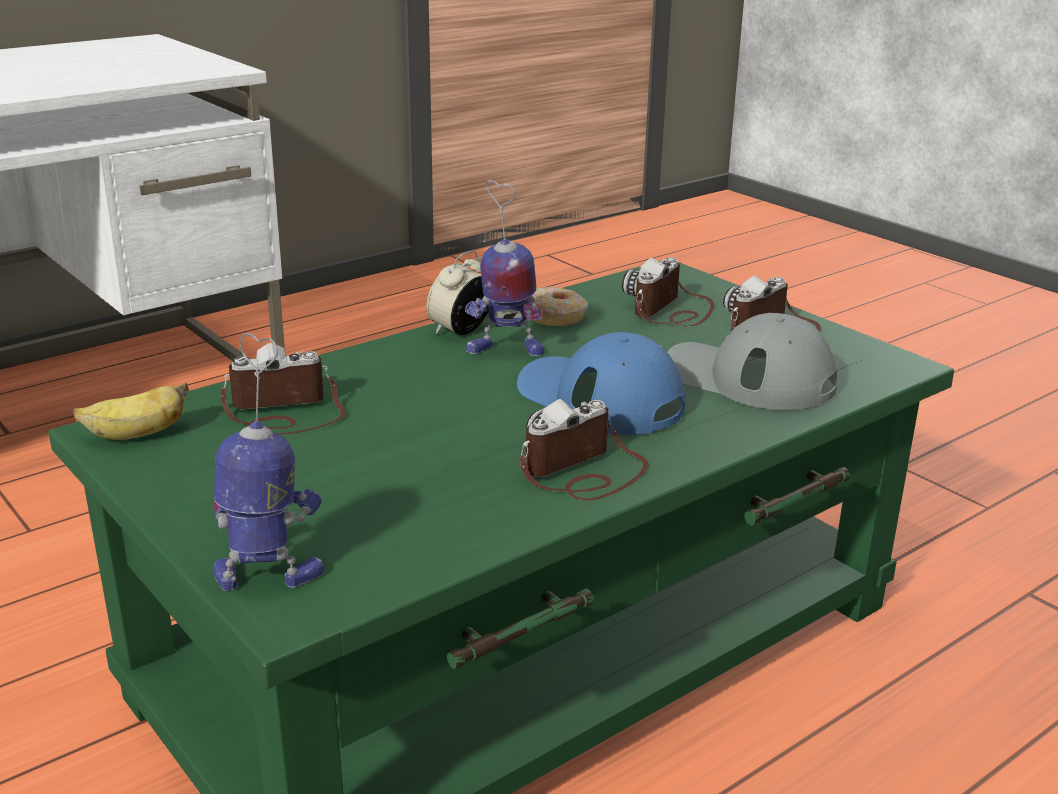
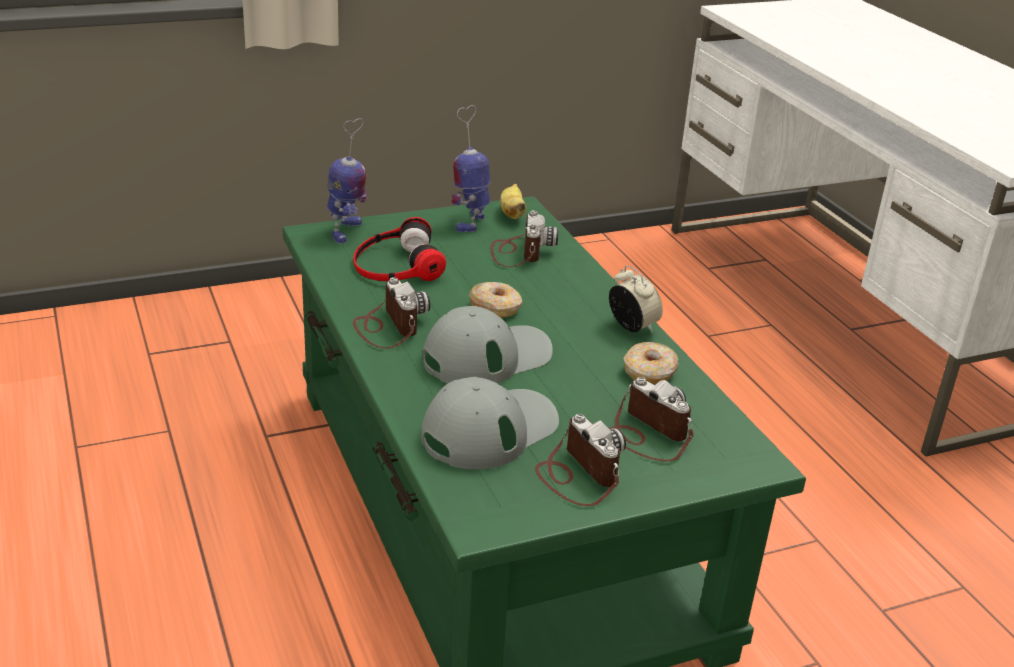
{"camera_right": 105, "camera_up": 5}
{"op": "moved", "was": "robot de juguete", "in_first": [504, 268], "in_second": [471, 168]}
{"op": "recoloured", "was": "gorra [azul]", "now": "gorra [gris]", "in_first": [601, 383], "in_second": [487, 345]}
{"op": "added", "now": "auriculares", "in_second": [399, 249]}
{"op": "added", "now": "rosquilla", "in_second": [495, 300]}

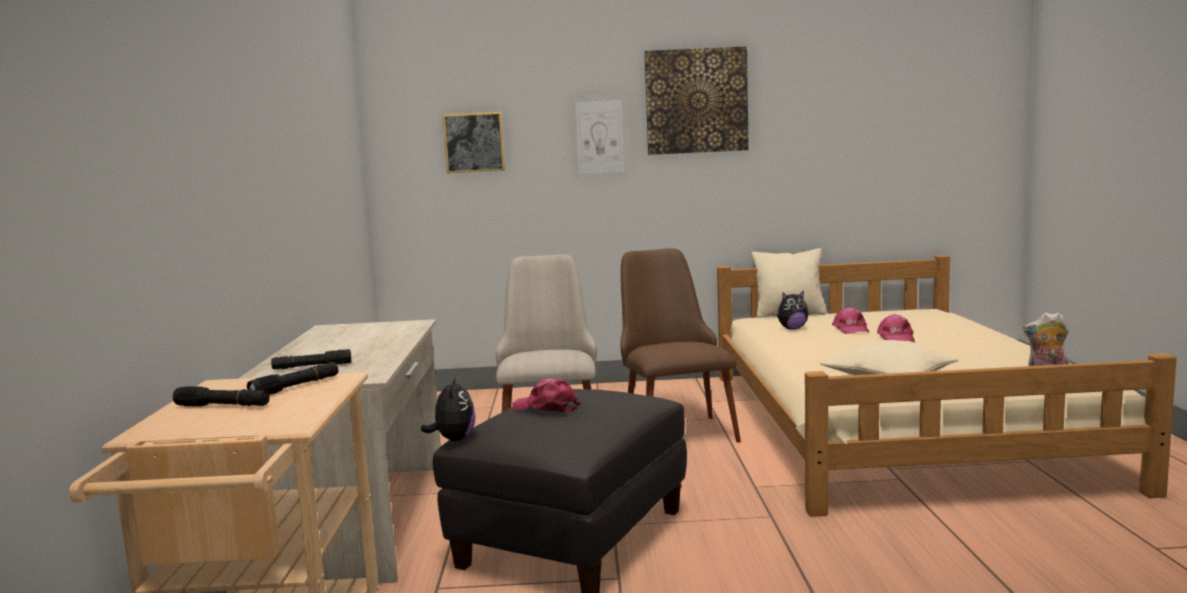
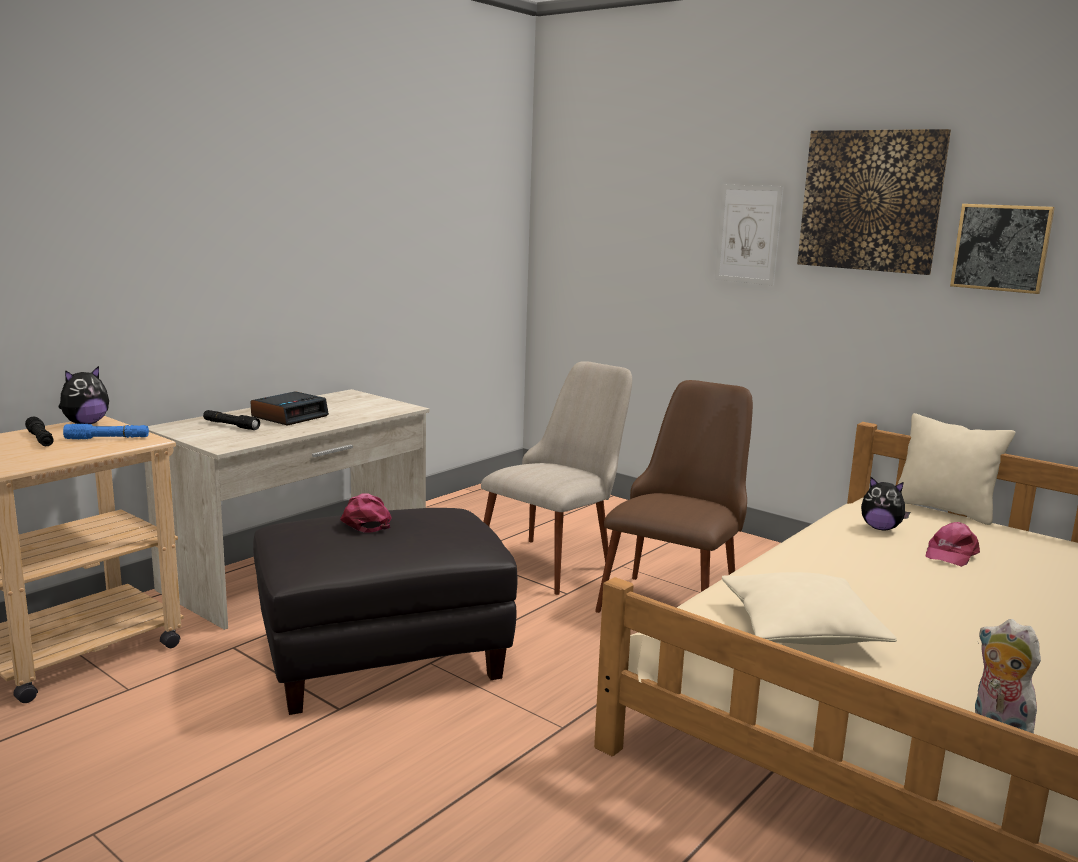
{"camera_right": 40, "camera_up": 5}
{"op": "moved", "was": "cuadro", "in_first": [474, 142], "in_second": [1002, 249]}
{"op": "removed", "was": "gorra [rosa]", "in_first": [896, 328]}
{"op": "recoloured", "was": "linterna [negro]", "now": "linterna [azul]", "in_first": [292, 378], "in_second": [106, 431]}
{"op": "moved", "was": "peluche", "in_first": [448, 408], "in_second": [83, 395]}
{"op": "added", "now": "despertador", "in_second": [290, 408]}

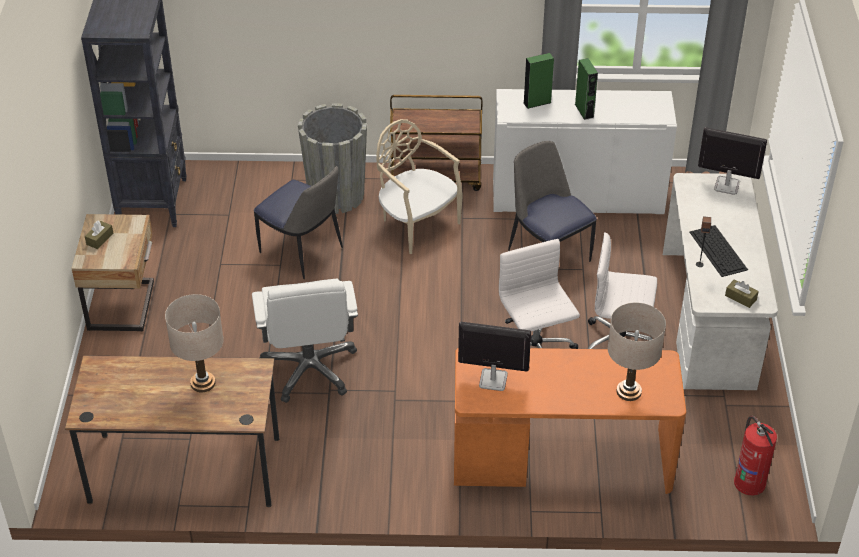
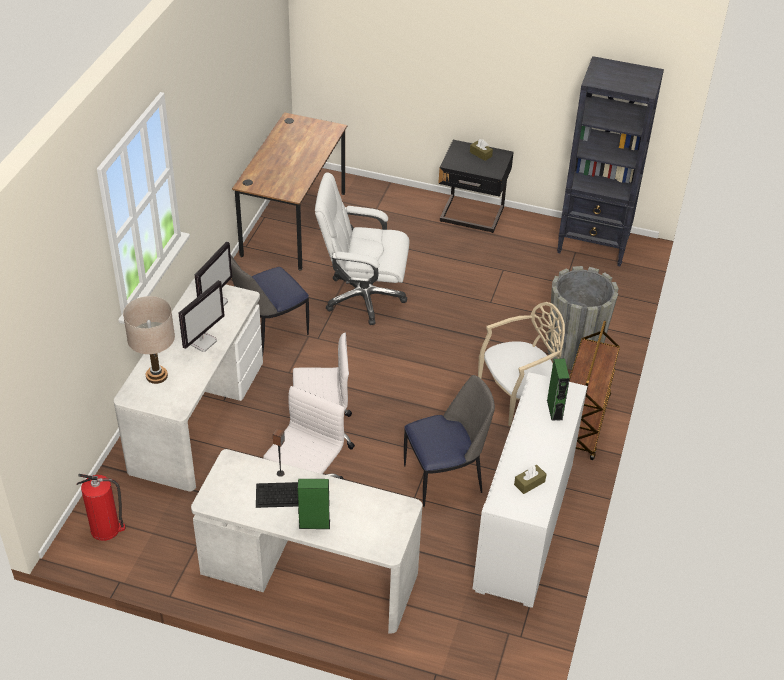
{"camera_right": 105, "camera_up": 0}
{"op": "moved", "was": "altavoz [verde]", "in_first": [586, 89], "in_second": [313, 504]}
{"op": "moved", "was": "monitor", "in_first": [732, 161], "in_second": [201, 316]}
{"op": "moved", "was": "silla", "in_first": [298, 222], "in_second": [270, 304]}
{"op": "recoloured", "was": "mesita de noche [beis]", "now": "mesita de noche [negro]", "in_first": [112, 273], "in_second": [476, 186]}
{"op": "moved", "was": "caja de pañuelos [marrón]", "in_first": [742, 293], "in_second": [530, 479]}
{"op": "removed", "was": "lámpara de mesa [beis]", "in_first": [194, 343]}
{"op": "recoloured", "was": "escritorio [naranja]", "now": "escritorio [blanco]", "in_first": [570, 421], "in_second": [188, 385]}

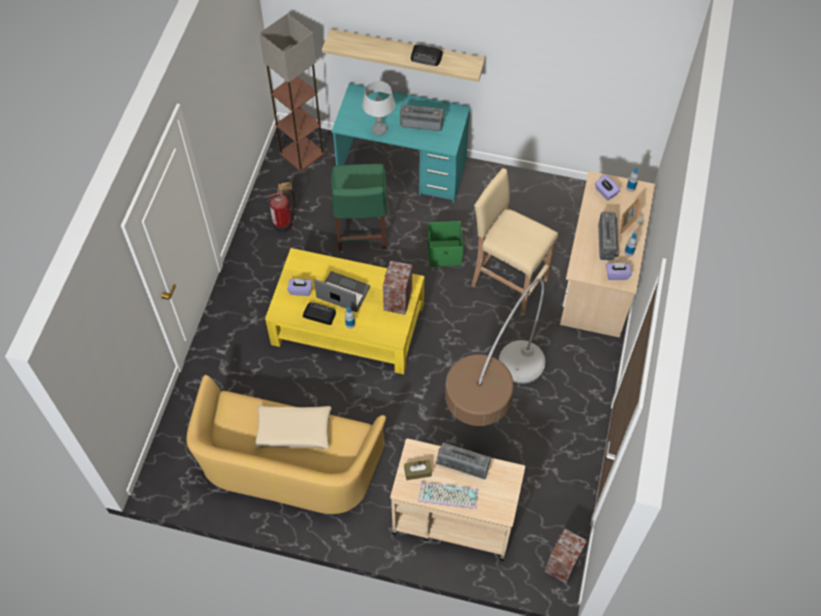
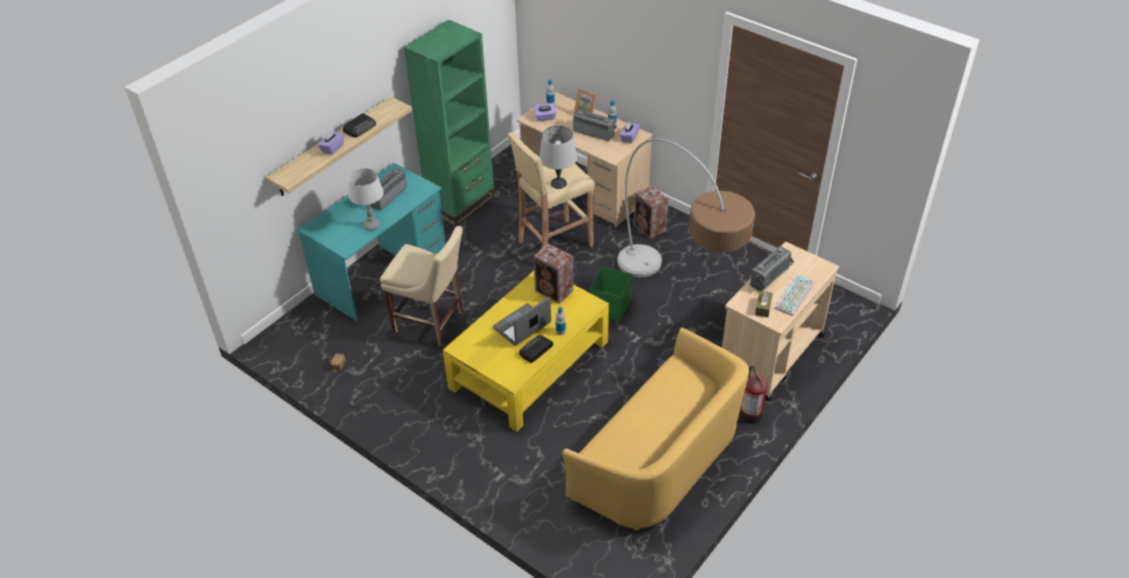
{"camera_right": -65, "camera_up": -15}
{"op": "removed", "was": "lámpara de pie", "in_first": [292, 92]}
{"op": "recoloured", "was": "silla [verde]", "now": "silla [beis]", "in_first": [359, 207], "in_second": [421, 286]}
{"op": "moved", "was": "extintor", "in_first": [281, 211], "in_second": [753, 395]}
{"op": "moved", "was": "caja de almacenaje [verde]", "in_first": [445, 244], "in_second": [611, 294]}
{"op": "moved", "was": "caja de pañuelos [morado]", "in_first": [299, 287], "in_second": [331, 142]}
{"op": "removed", "was": "cojín [beis]", "in_first": [293, 427]}
{"op": "moved", "was": "altavoz", "in_first": [566, 556], "in_second": [651, 212]}
{"op": "added", "now": "estantería [verde]", "in_second": [449, 122]}
{"op": "added", "now": "lámpara de mesa [gris]", "in_second": [558, 157]}

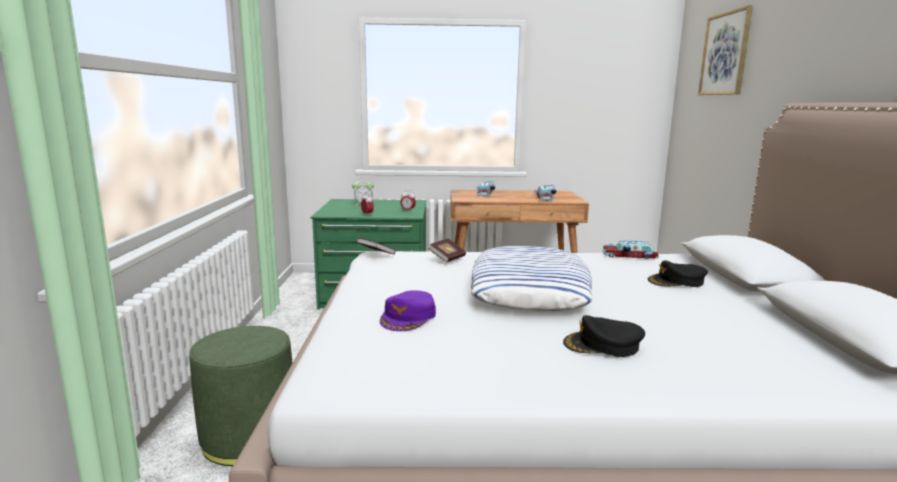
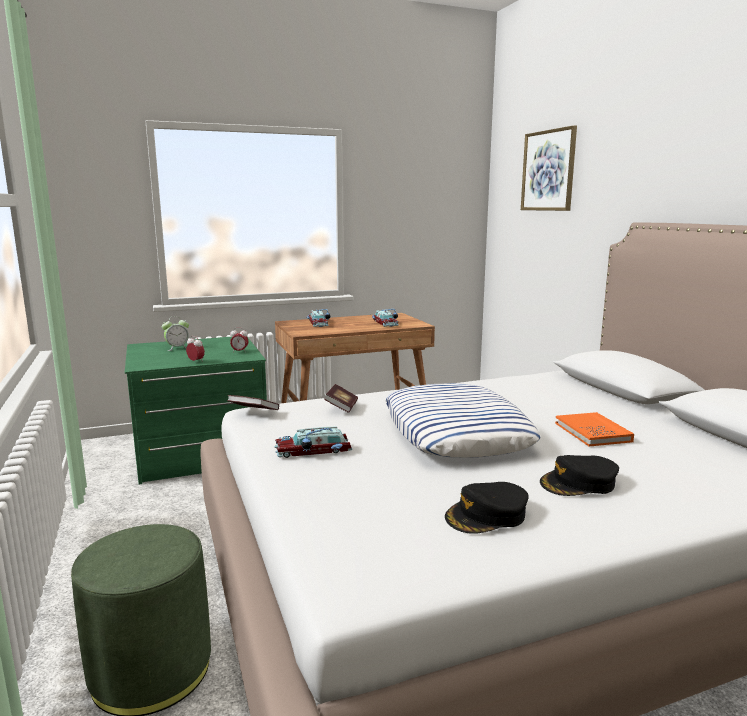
{"camera_right": -20, "camera_up": 0}
{"op": "moved", "was": "coche de juguete", "in_first": [630, 249], "in_second": [314, 442]}
{"op": "moved", "was": "gorra [negro]", "in_first": [678, 273], "in_second": [487, 508]}
{"op": "removed", "was": "gorra [morado]", "in_first": [408, 310]}
{"op": "added", "now": "libro [naranja]", "in_second": [594, 429]}

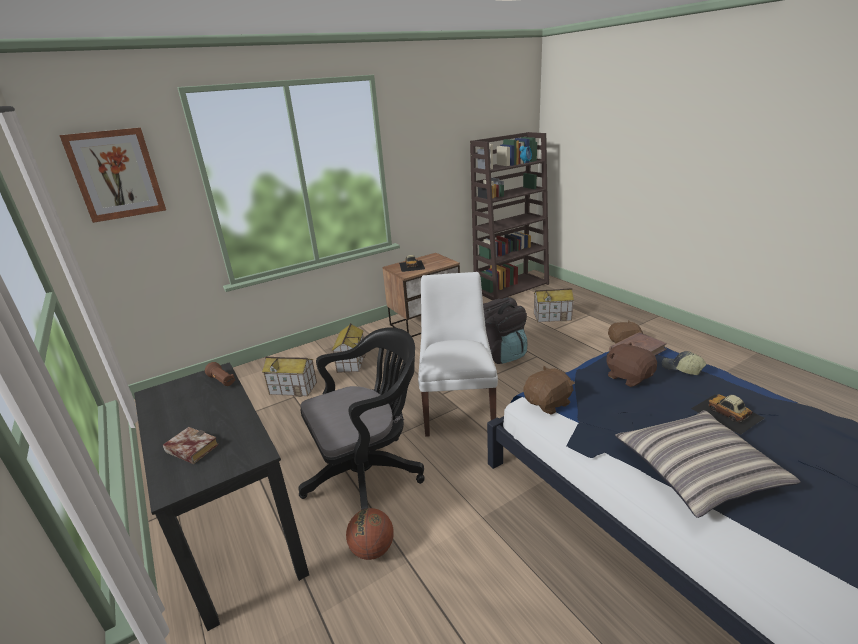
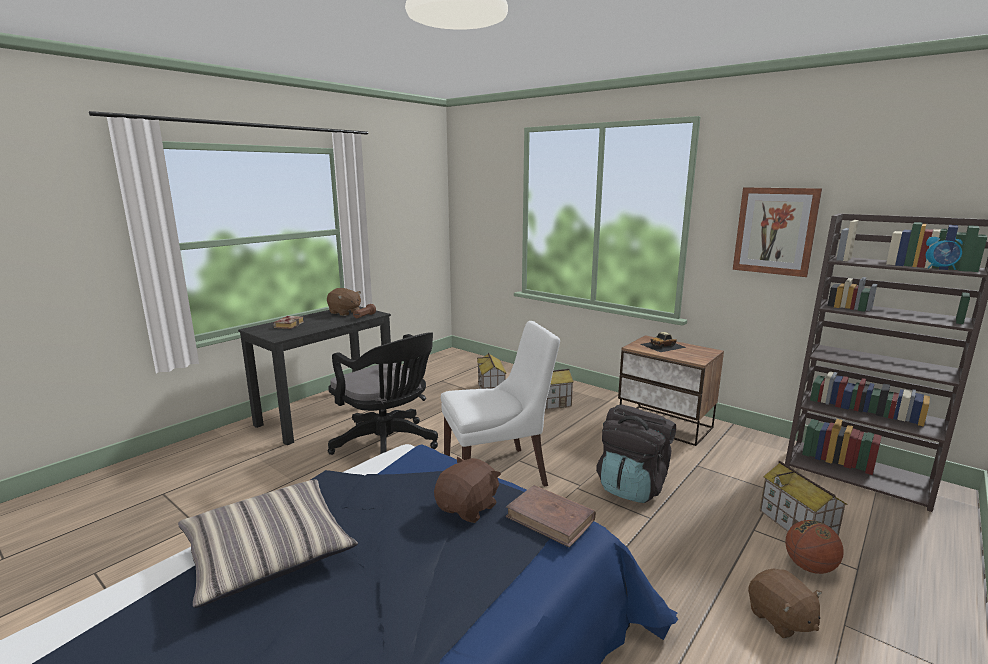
{"camera_right": 70, "camera_up": -10}
{"op": "moved", "was": "cuadro", "in_first": [112, 175], "in_second": [777, 232]}
{"op": "removed", "was": "gorra", "in_first": [684, 363]}
{"op": "moved", "was": "peluche [marrón]", "in_first": [549, 390], "in_second": [344, 302]}
{"op": "removed", "was": "coche de juguete", "in_first": [727, 414]}
{"op": "moved", "was": "balón de baloncesto", "in_first": [370, 534], "in_second": [814, 547]}

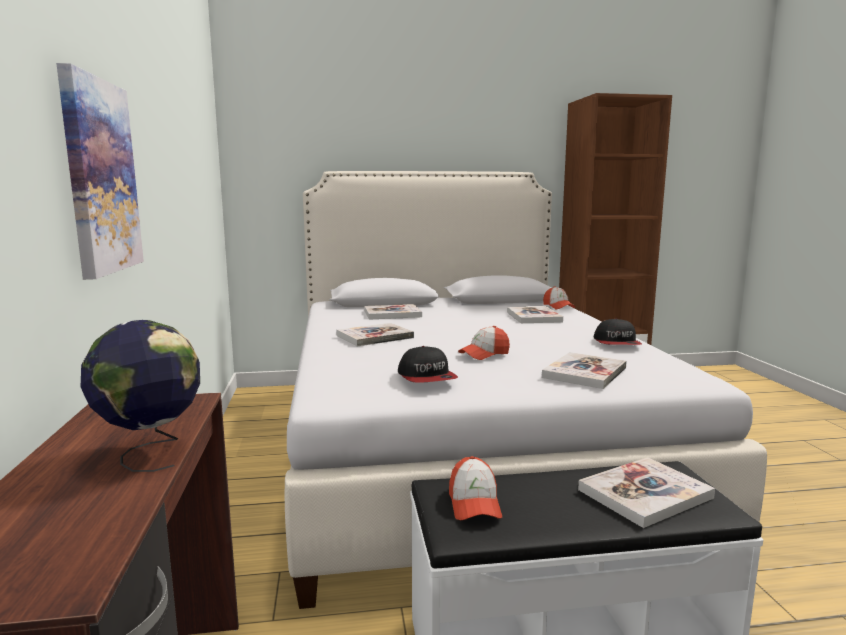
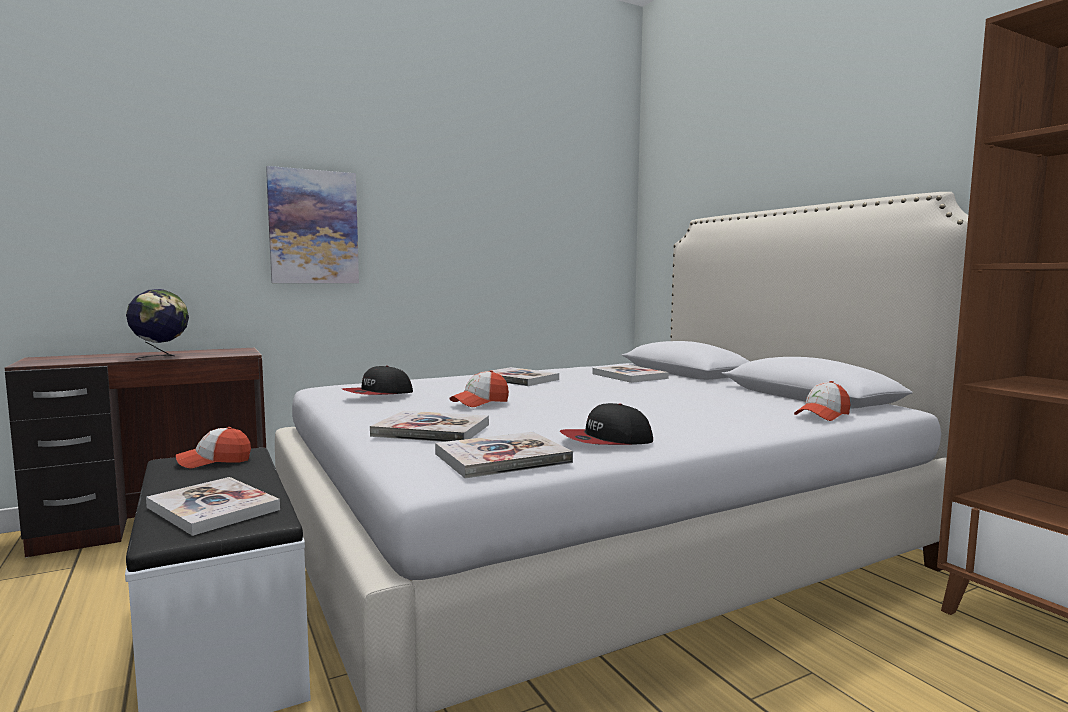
{"camera_right": 70, "camera_up": -5}
{"op": "moved", "was": "libro", "in_first": [535, 314], "in_second": [504, 455]}
{"op": "turned", "was": "gorra", "in_first": [484, 343], "in_second": [479, 388], "clockwise": -75}

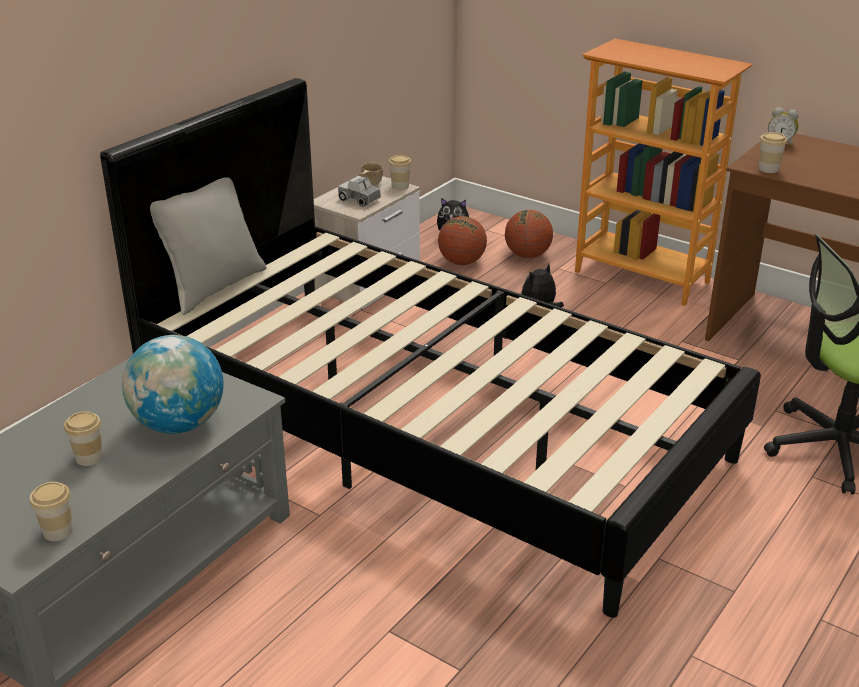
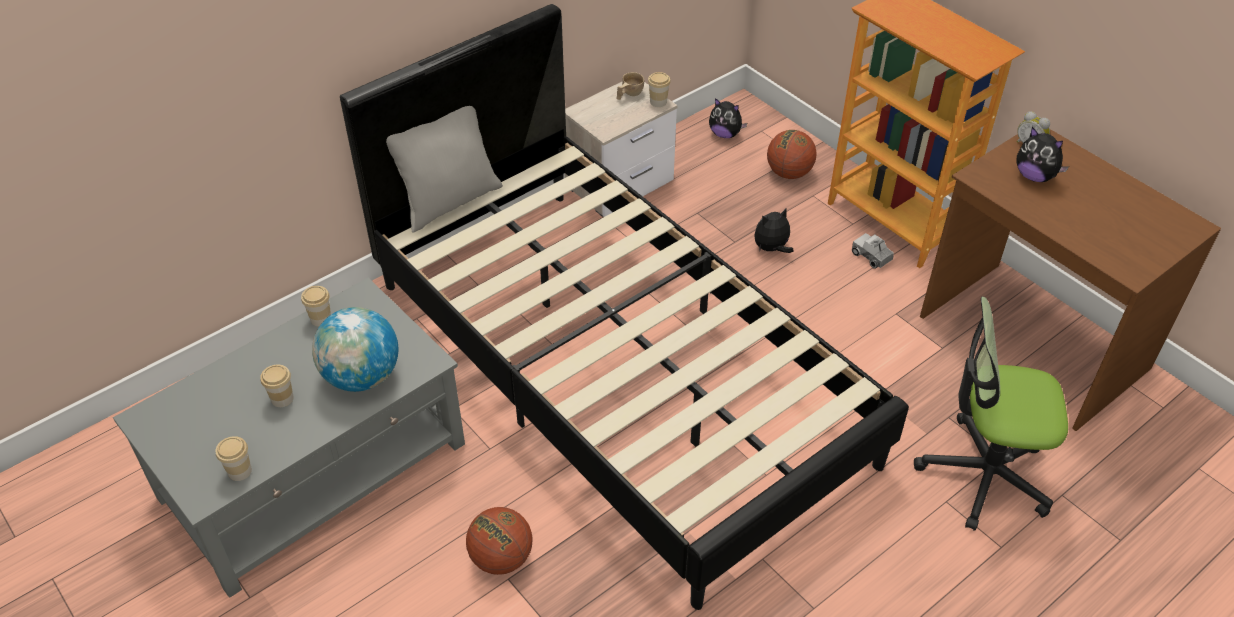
{"camera_right": 15, "camera_up": 15}
{"op": "moved", "was": "taza", "in_first": [772, 152], "in_second": [316, 306]}
{"op": "moved", "was": "camión de juguete", "in_first": [359, 191], "in_second": [873, 251]}
{"op": "moved", "was": "balón de baloncesto", "in_first": [462, 240], "in_second": [499, 541]}
{"op": "added", "now": "peluche", "in_second": [1042, 154]}

